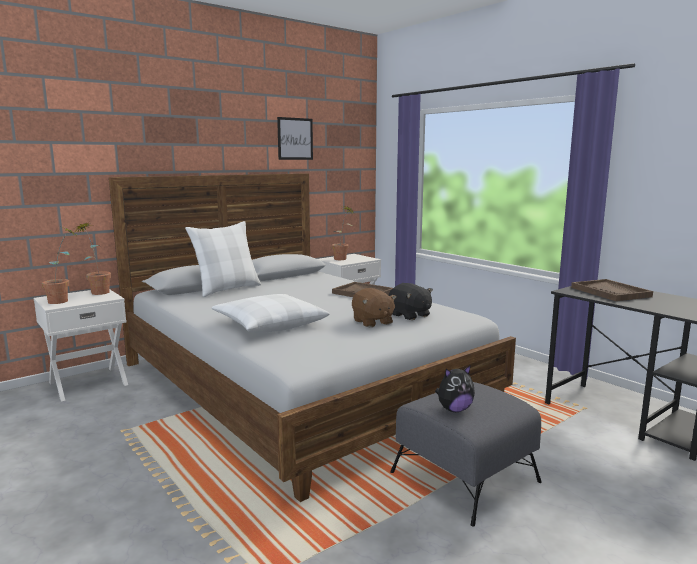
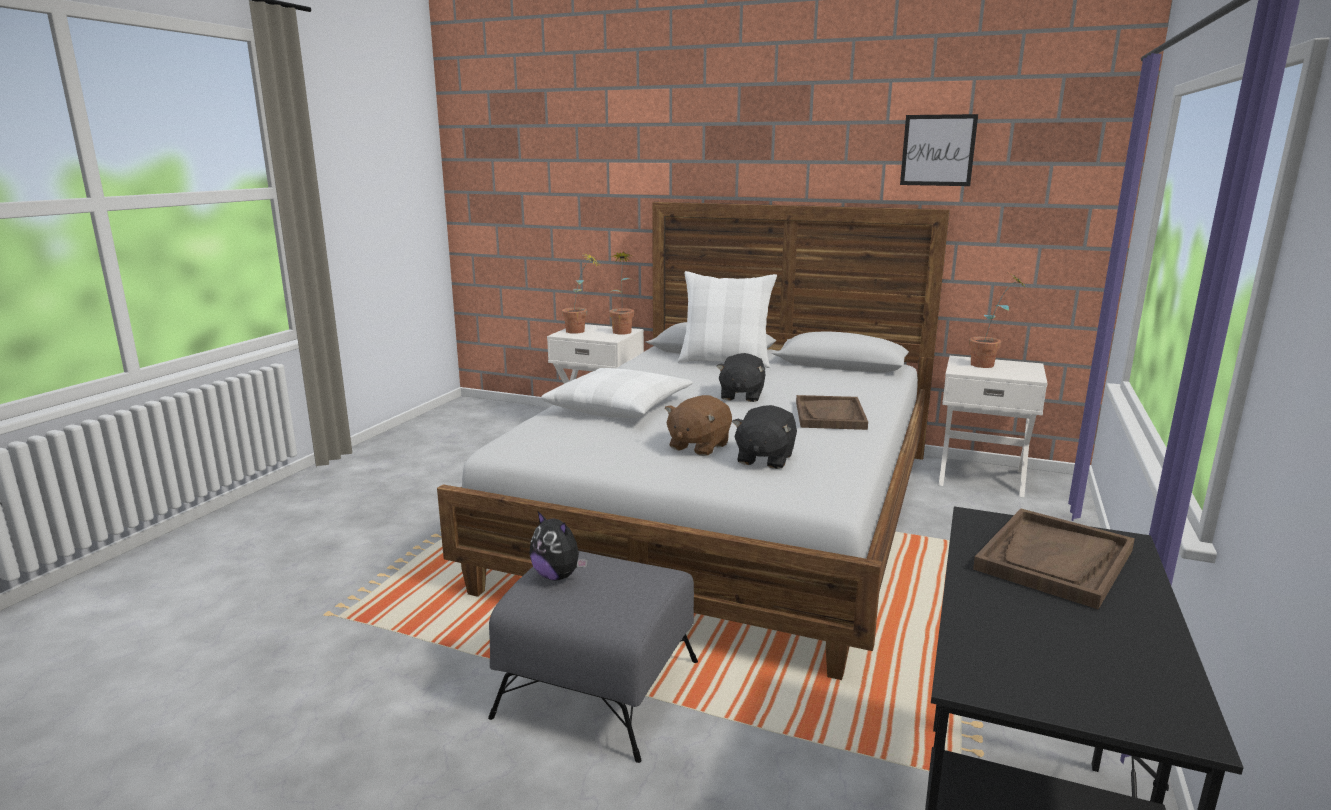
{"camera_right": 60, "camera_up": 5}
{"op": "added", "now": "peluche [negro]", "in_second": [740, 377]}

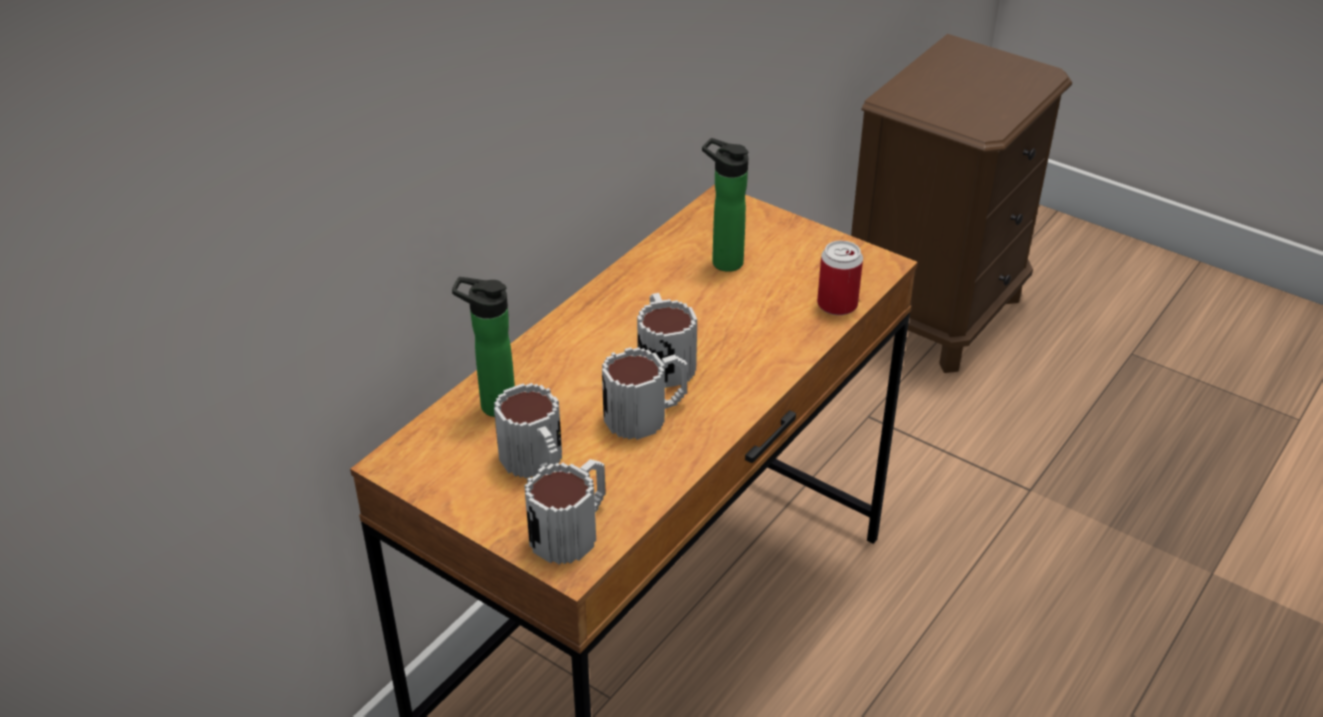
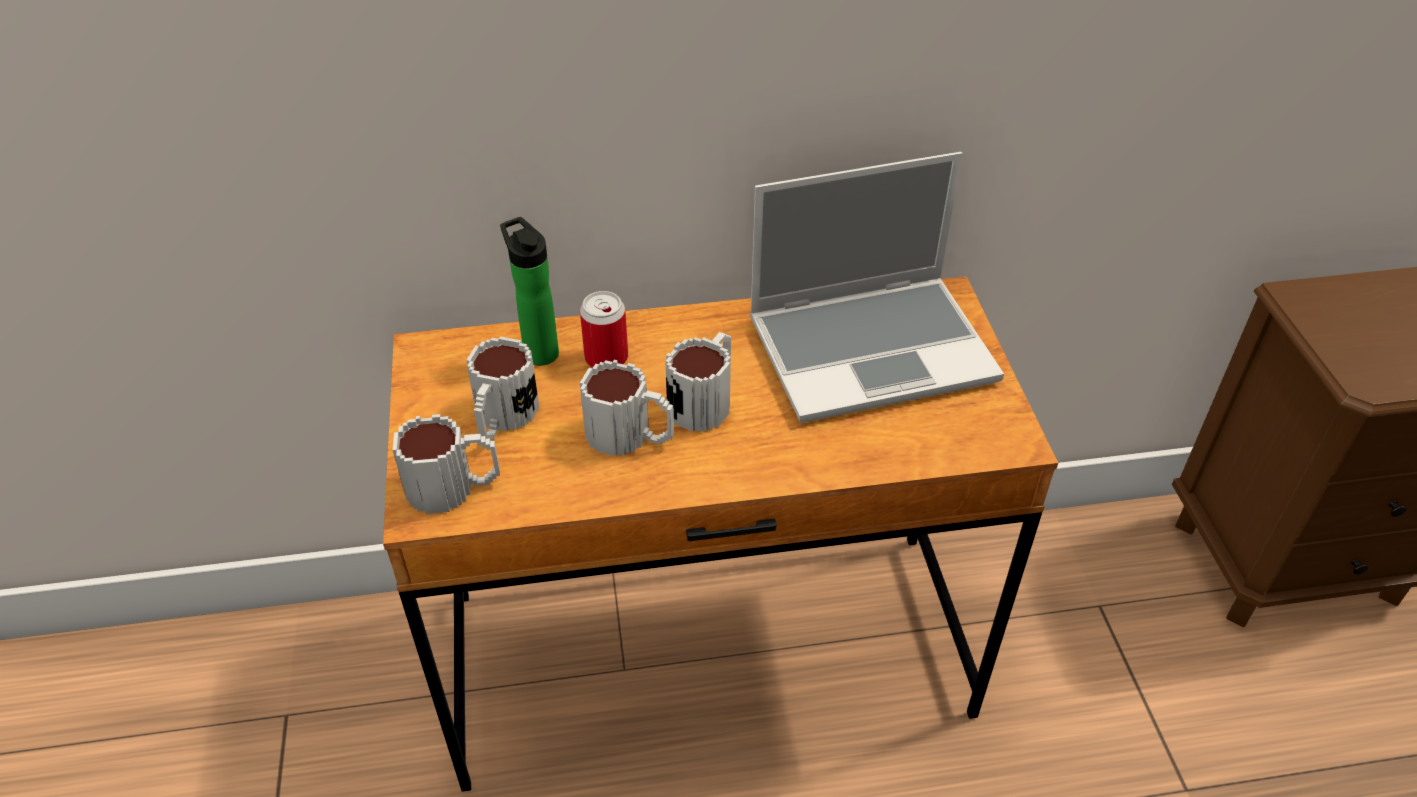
{"camera_right": 45, "camera_up": 5}
{"op": "replaced", "was": "botella", "now": "portátil", "in_first": [725, 205], "in_second": [877, 287]}
{"op": "moved", "was": "lata", "in_first": [840, 277], "in_second": [604, 329]}

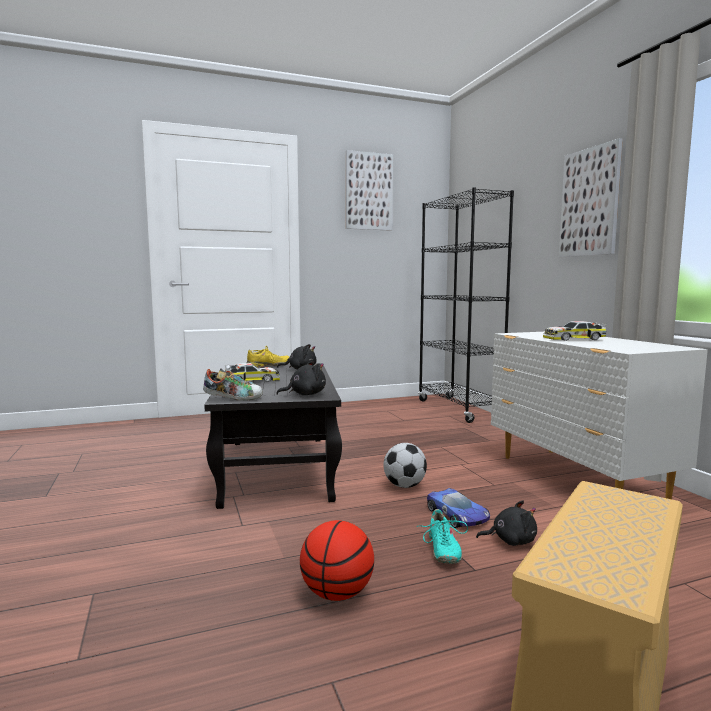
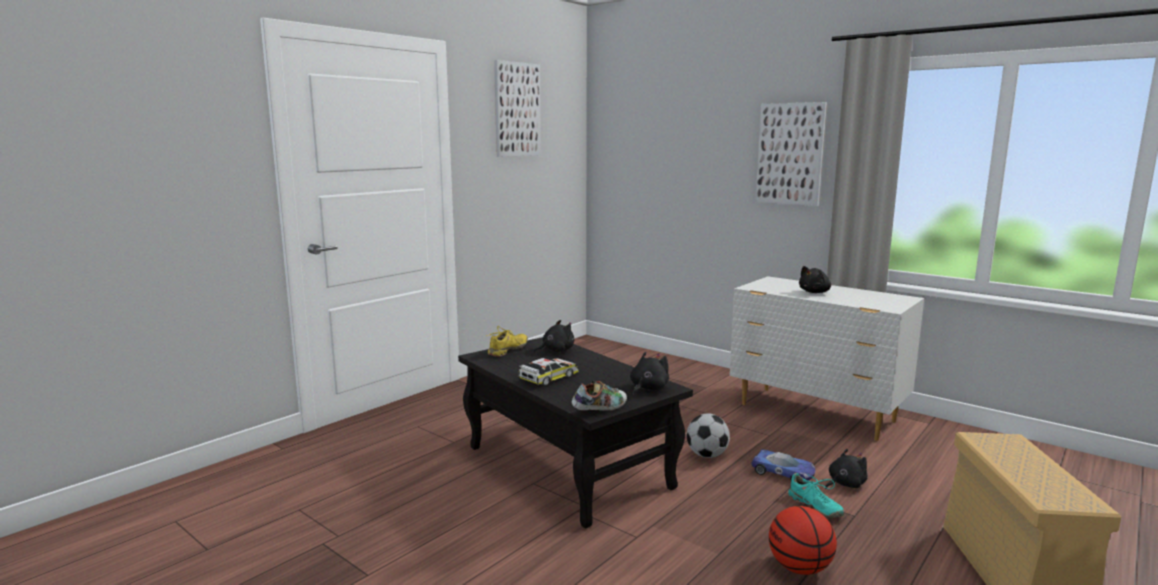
{"camera_right": -30, "camera_up": 5}
{"op": "removed", "was": "estantería [negro]", "in_first": [466, 305]}
{"op": "replaced", "was": "coche de juguete", "now": "peluche [negro]", "in_first": [574, 331], "in_second": [815, 279]}

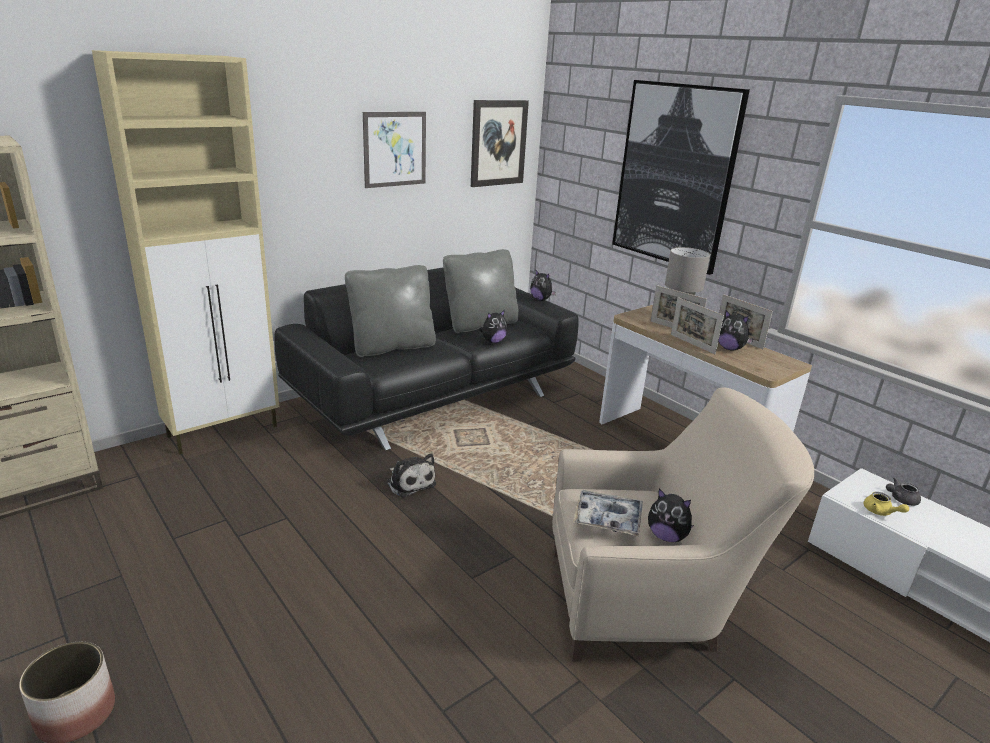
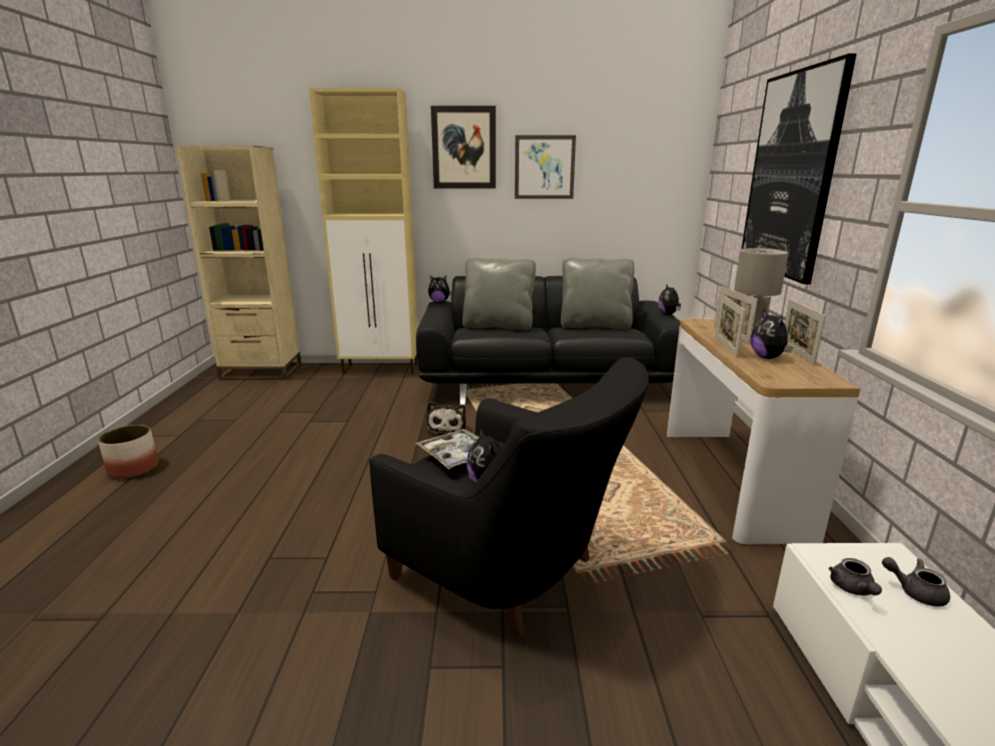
{"camera_right": 40, "camera_up": -5}
{"op": "moved", "was": "cuadro", "in_first": [500, 143], "in_second": [463, 147]}
{"op": "moved", "was": "peluche", "in_first": [493, 326], "in_second": [440, 288]}
{"op": "recoloured", "was": "sillón [beis]", "now": "sillón [negro]", "in_first": [683, 524], "in_second": [509, 497]}
{"op": "recoloured", "was": "tetera [amarillo]", "now": "tetera [gris]", "in_first": [886, 504], "in_second": [855, 577]}

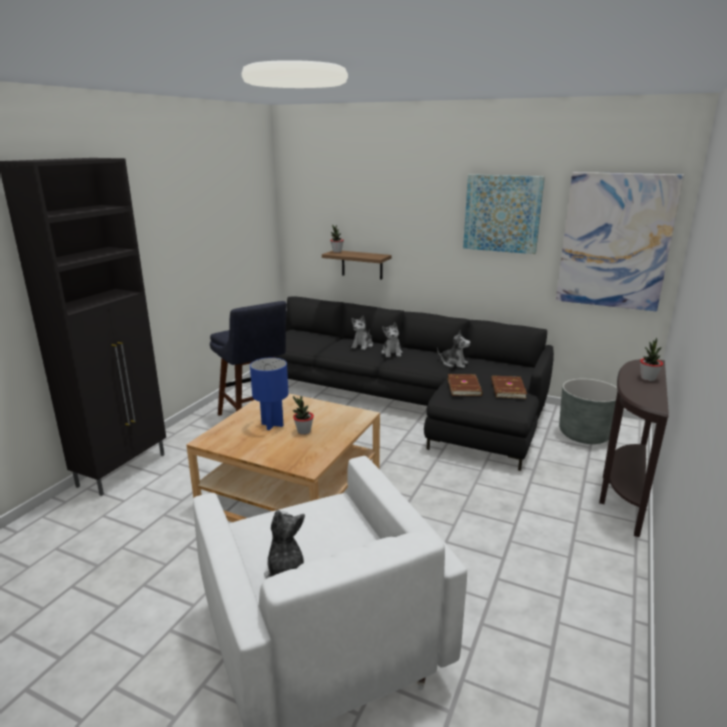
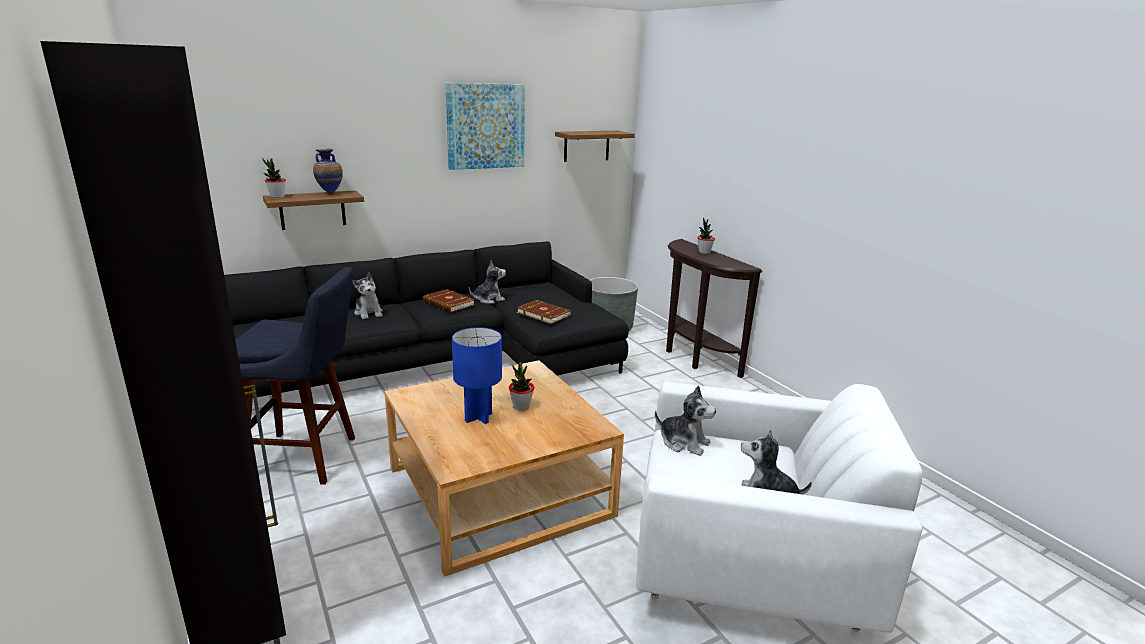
{"camera_right": -55, "camera_up": 0}
{"op": "replaced", "was": "cuadro", "now": "estante", "in_first": [620, 241], "in_second": [595, 146]}
{"op": "moved", "was": "peluche", "in_first": [391, 339], "in_second": [685, 420]}
{"op": "moved", "was": "libro [marrón]", "in_first": [509, 387], "in_second": [449, 300]}
{"op": "added", "now": "florero", "in_second": [328, 171]}

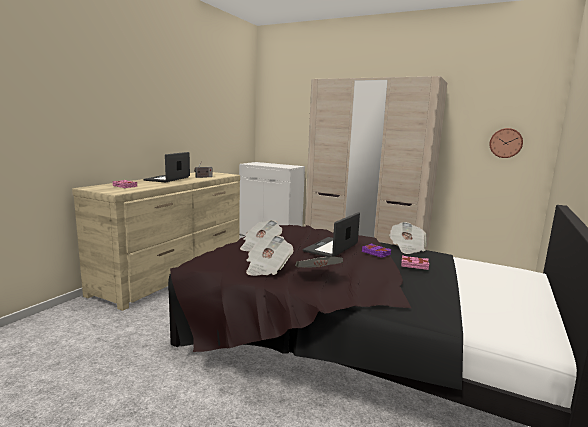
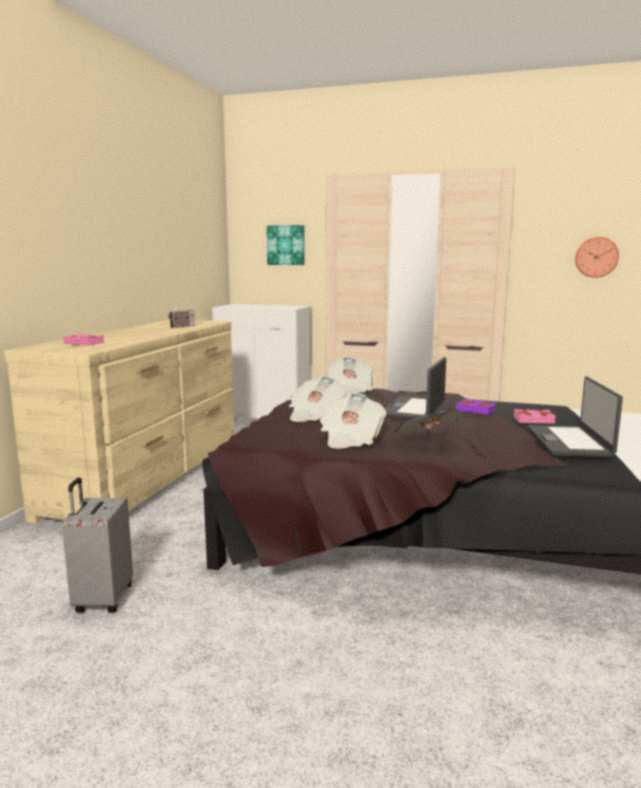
{"camera_right": -10, "camera_up": 0}
{"op": "moved", "was": "portátil", "in_first": [166, 167], "in_second": [575, 416]}
{"op": "moved", "was": "periódico", "in_first": [408, 238], "in_second": [350, 376]}
{"op": "added", "now": "cuadro", "in_second": [286, 245]}
{"op": "added", "now": "maleta [gris]", "in_second": [97, 544]}

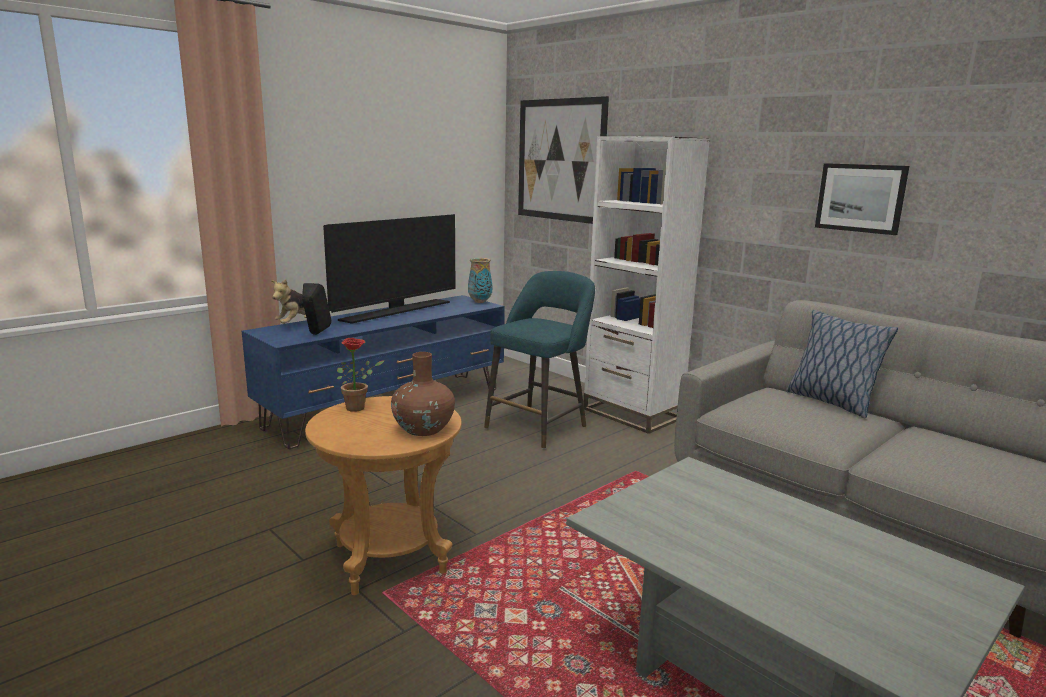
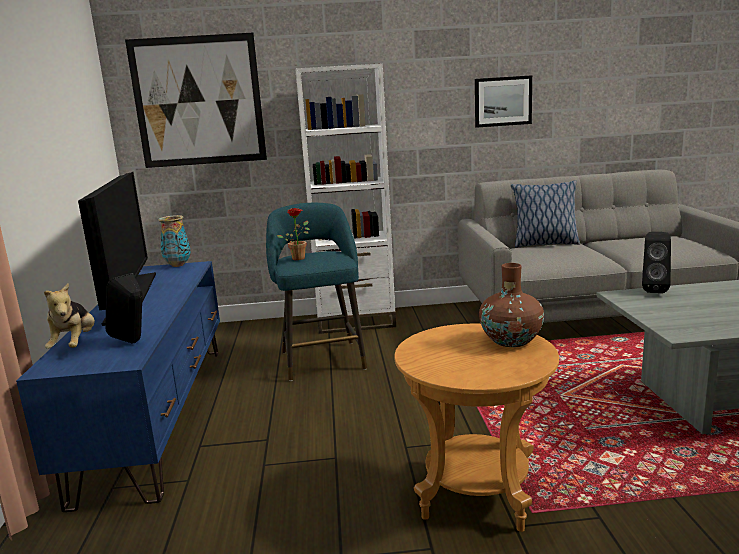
{"camera_right": -50, "camera_up": 0}
{"op": "moved", "was": "planta en maceta", "in_first": [360, 375], "in_second": [293, 234]}
{"op": "added", "now": "altavoz [negro]", "in_second": [656, 262]}

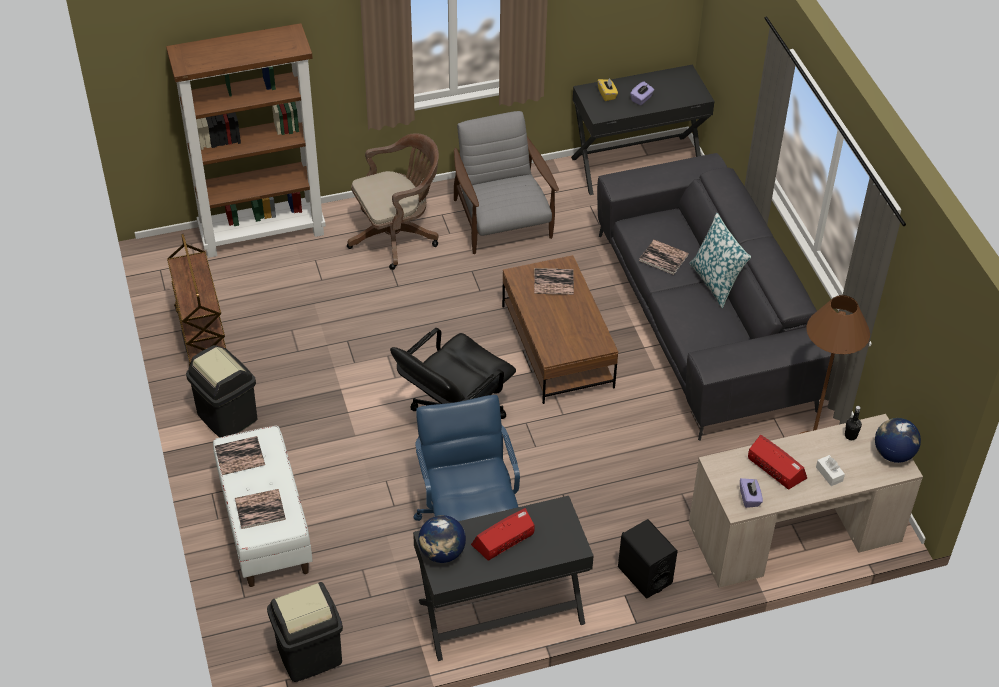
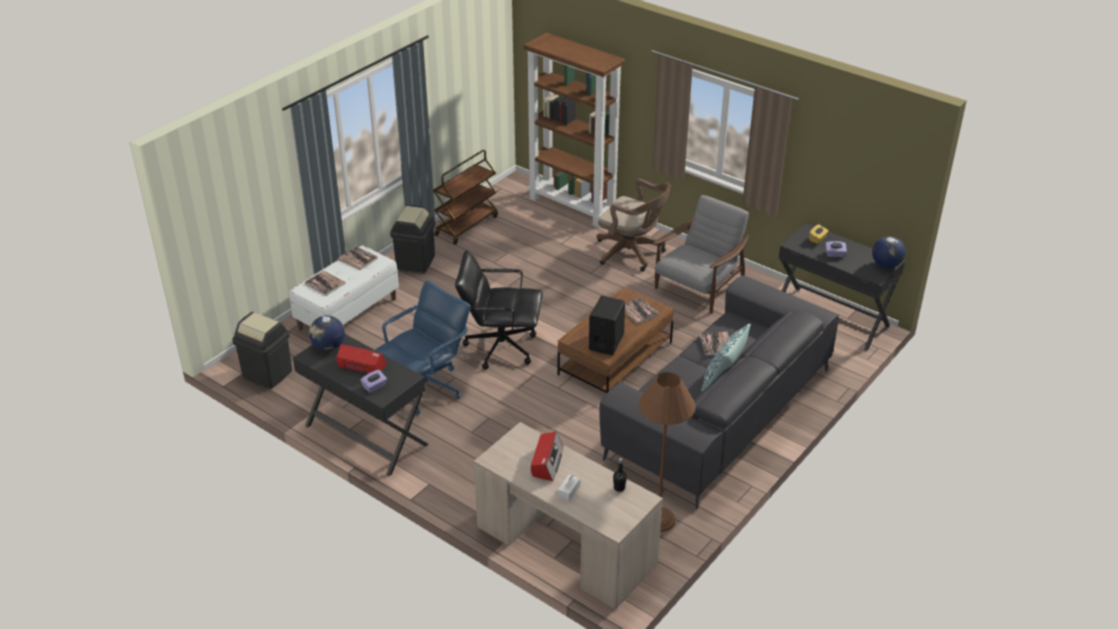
{"camera_right": 55, "camera_up": -10}
{"op": "moved", "was": "globo terráqueo", "in_first": [898, 440], "in_second": [888, 252]}
{"op": "moved", "was": "caja de pañuelos [morado]", "in_first": [751, 493], "in_second": [373, 381]}
{"op": "moved", "was": "altavoz [negro]", "in_first": [648, 559], "in_second": [607, 325]}

